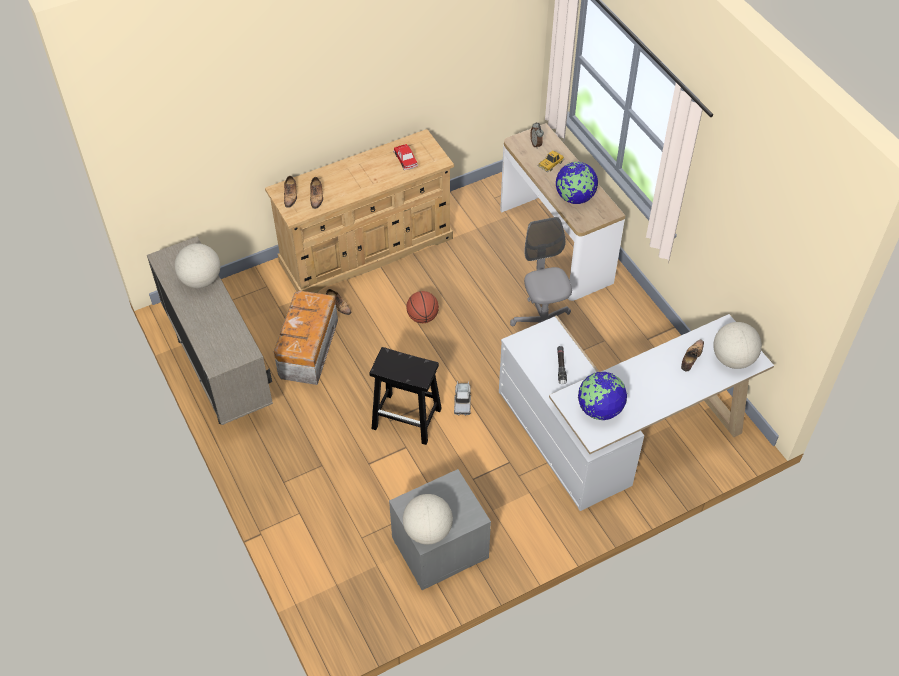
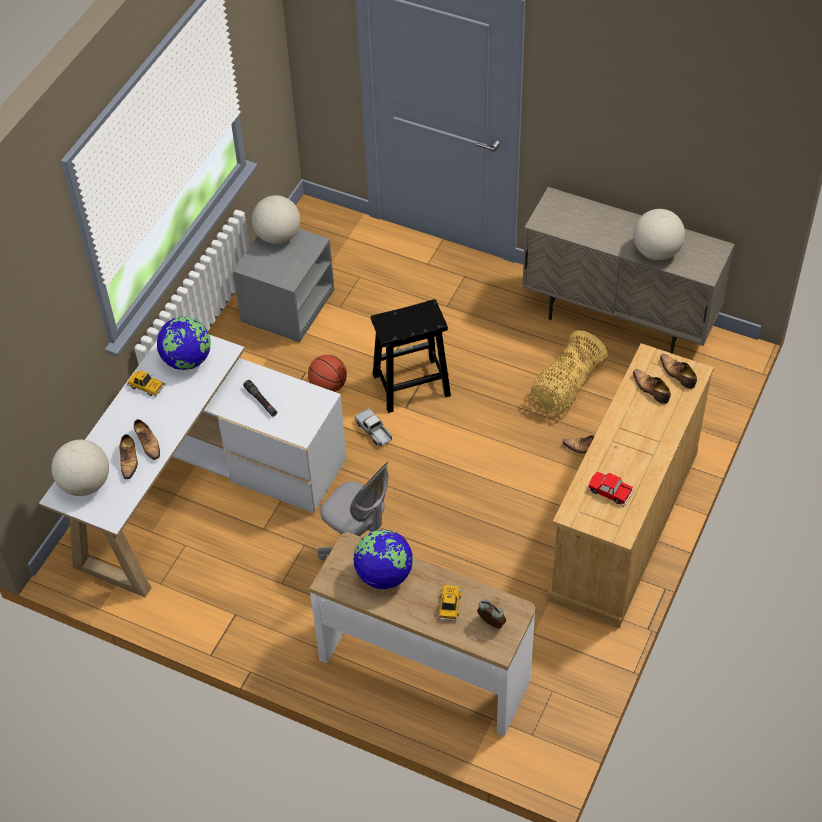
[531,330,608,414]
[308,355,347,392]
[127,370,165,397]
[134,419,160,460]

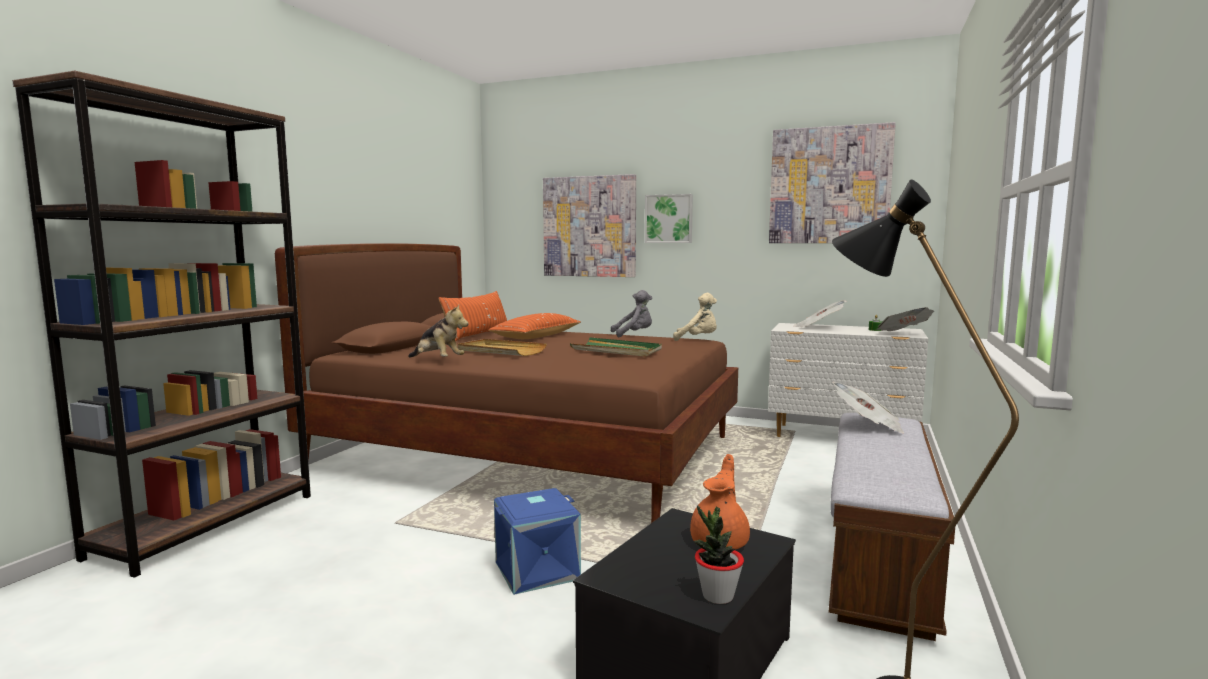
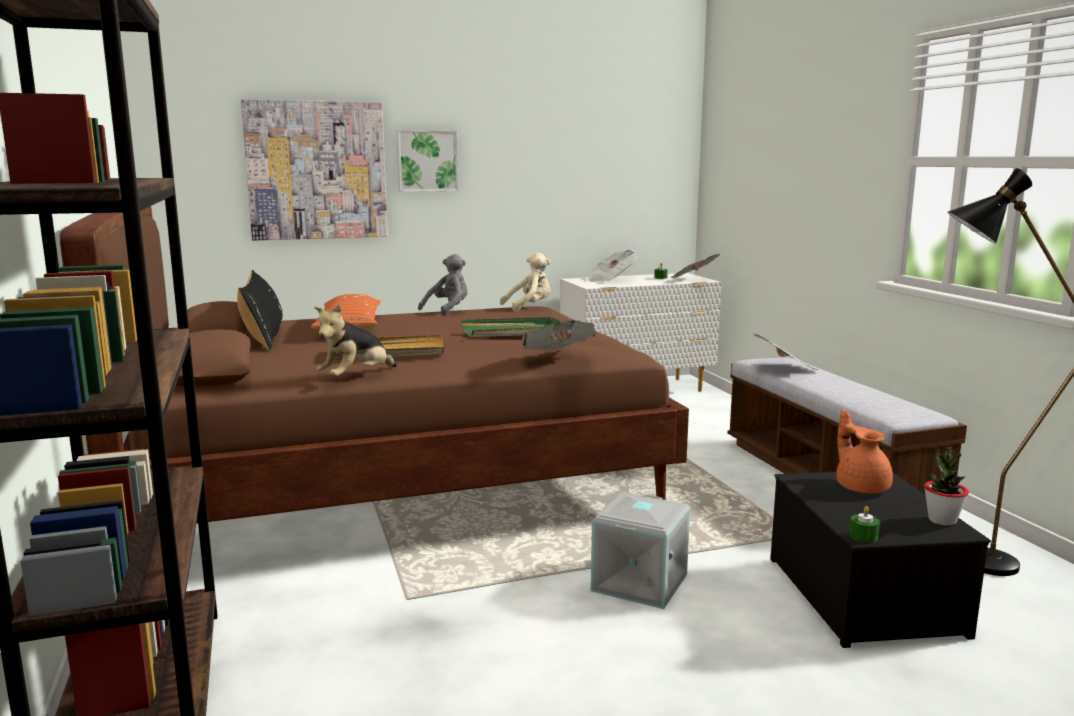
[769,122,896,243] (first image)
[237,270,283,351]
[314,304,397,376]
[591,492,690,609]
[522,320,596,350]
[849,506,880,543]

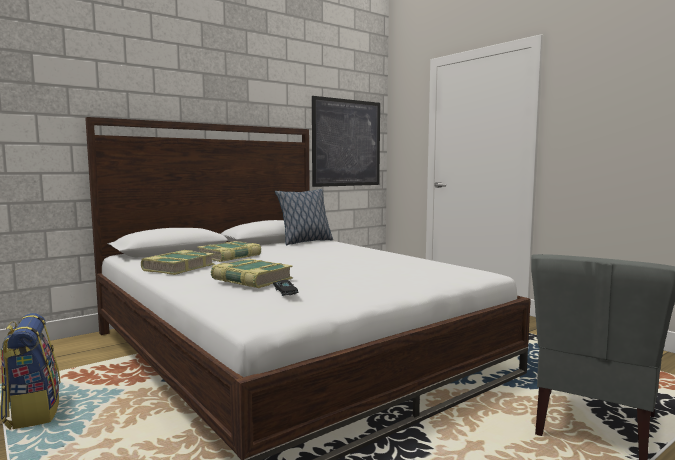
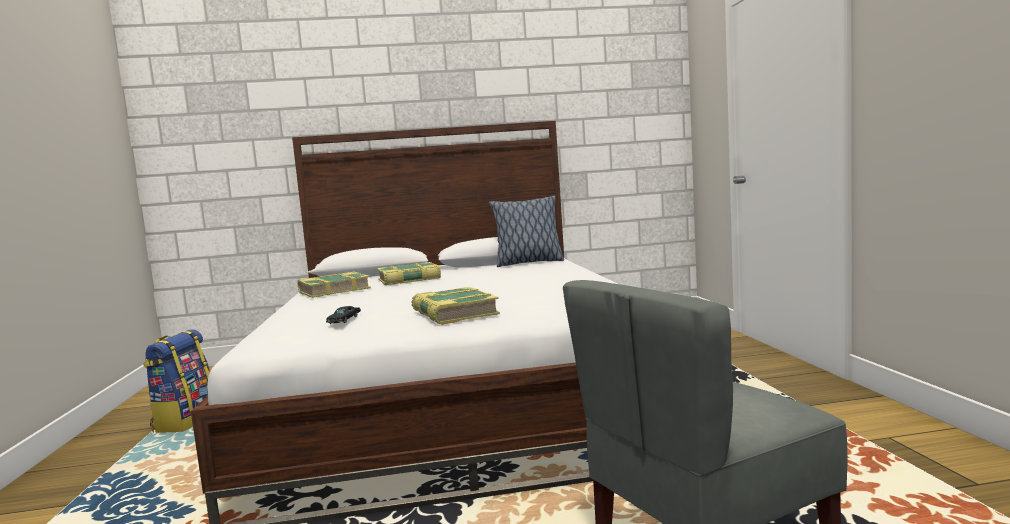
[312,96,380,187] (first image)
[411,287,500,325]

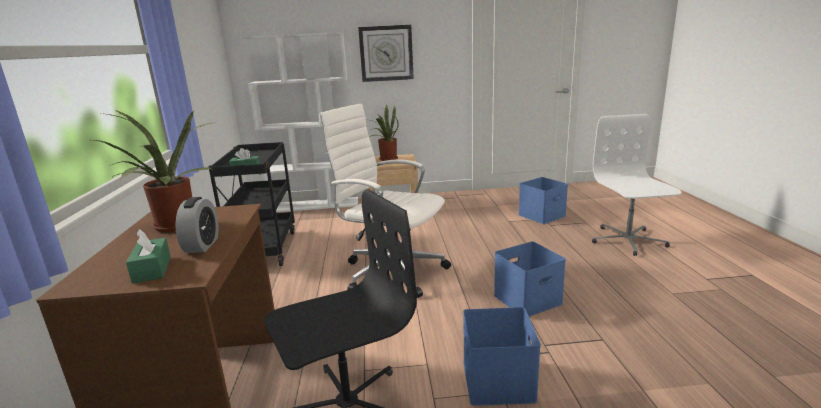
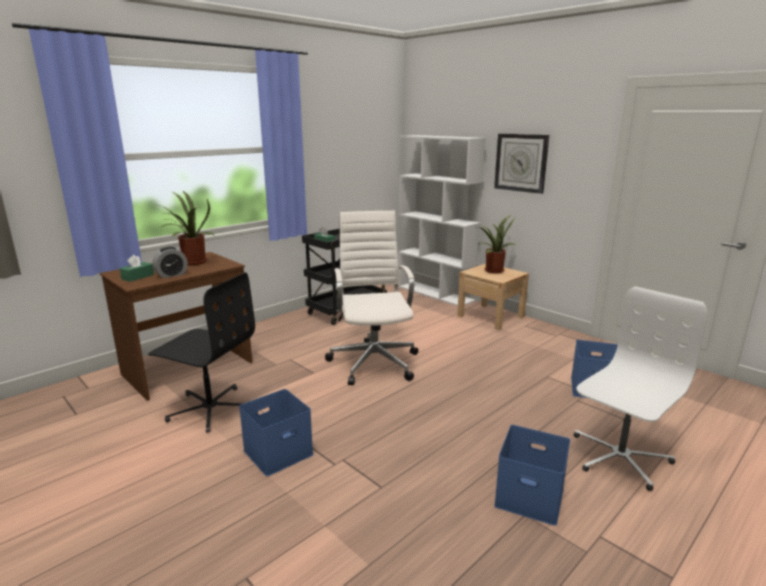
[494,425,570,526]

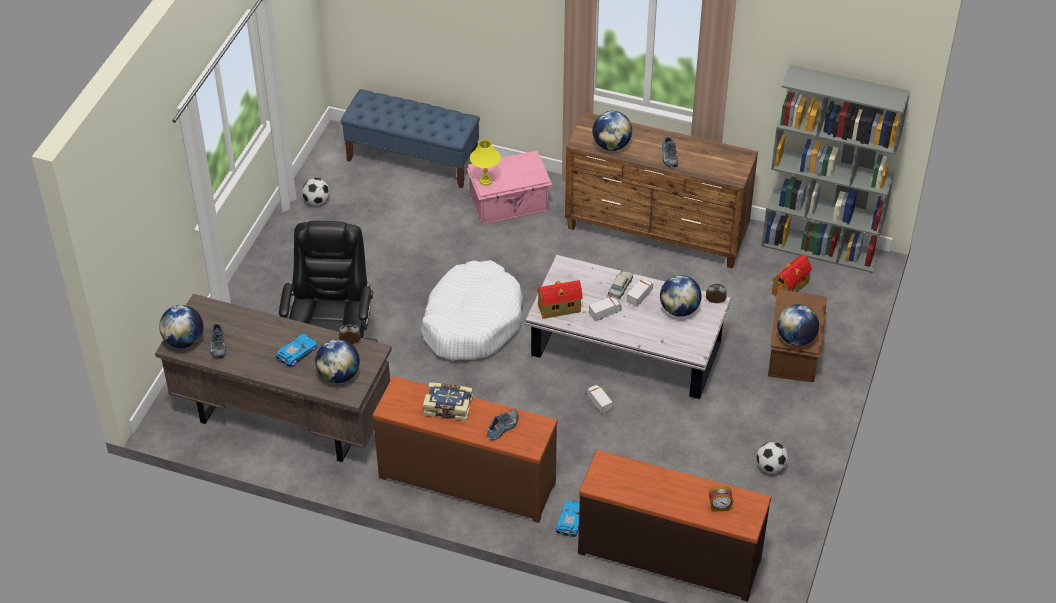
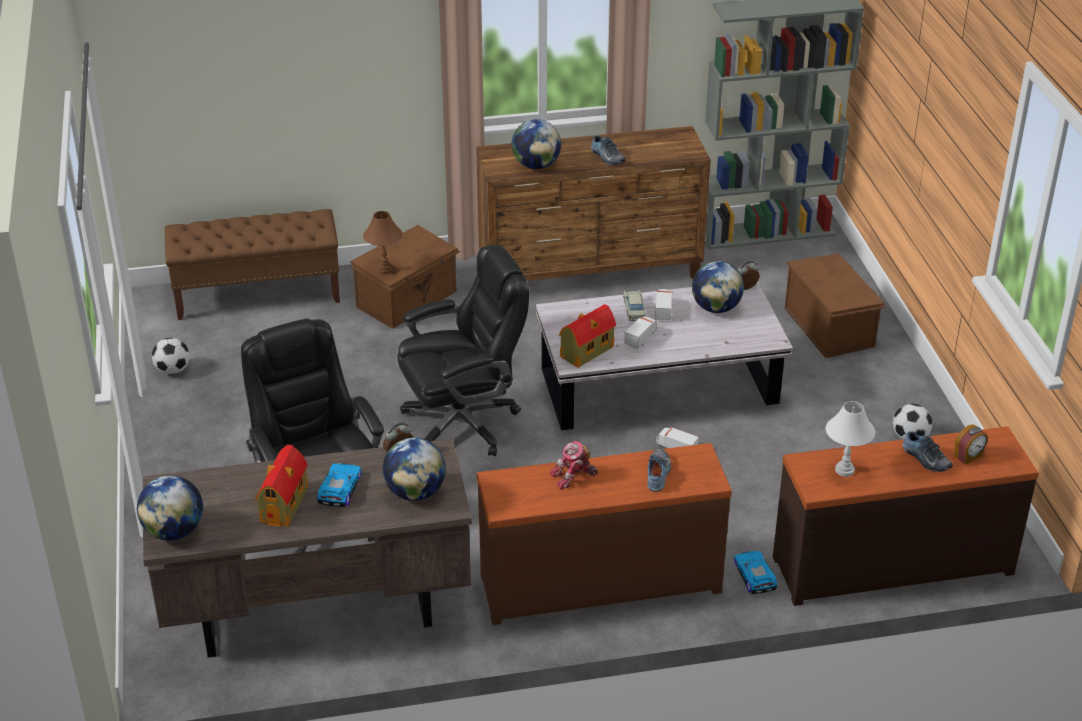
[165,209,340,320]
[363,211,403,274]
[350,225,460,329]
[256,445,308,527]
[397,244,529,456]
[777,304,819,346] (first image)
[902,431,953,472]
[550,441,598,490]
[826,401,875,477]

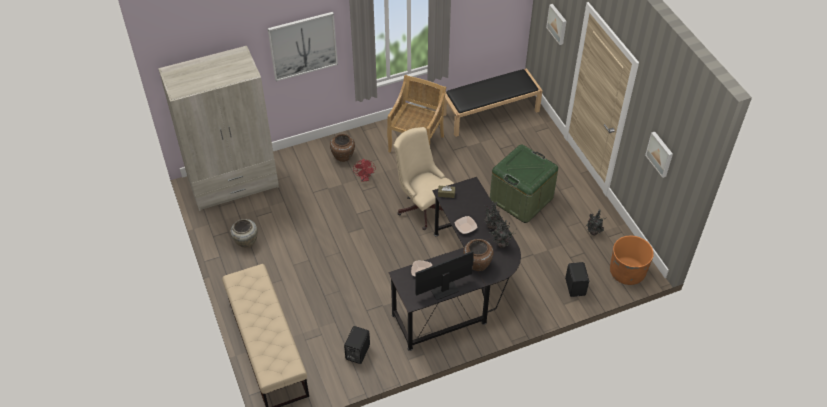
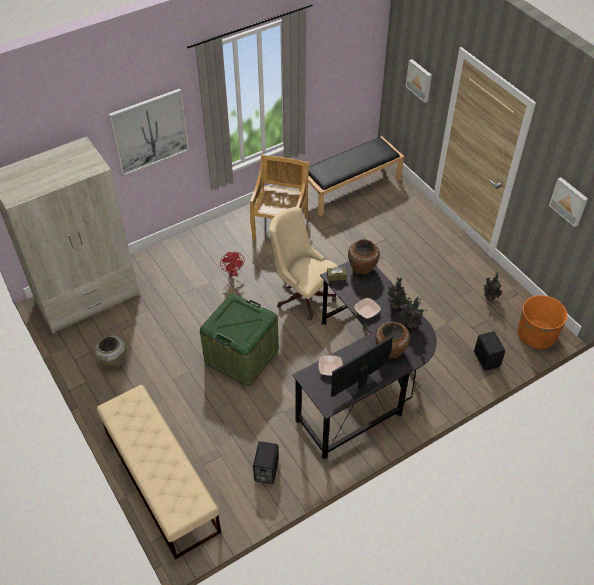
[348,240,380,275]
[200,293,279,386]

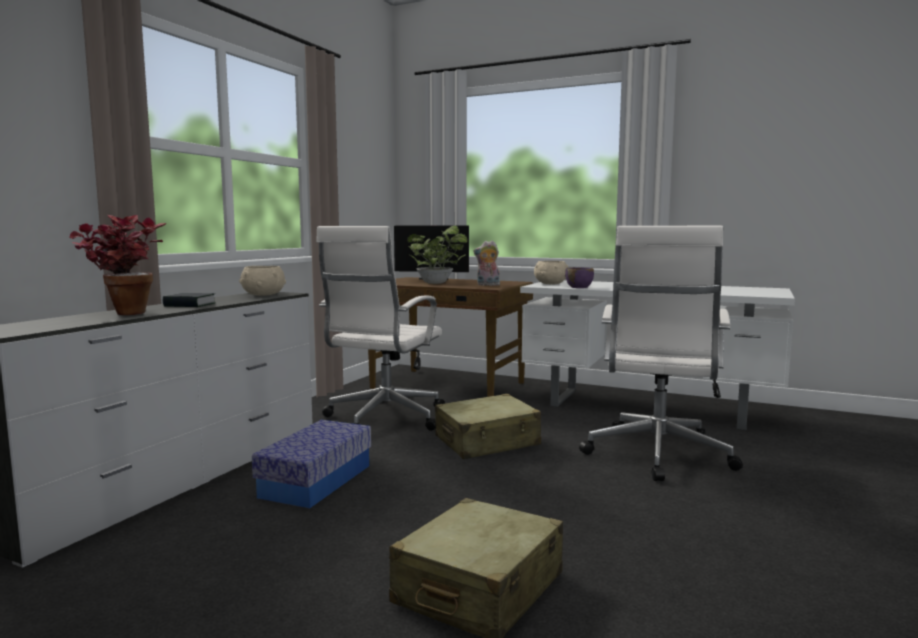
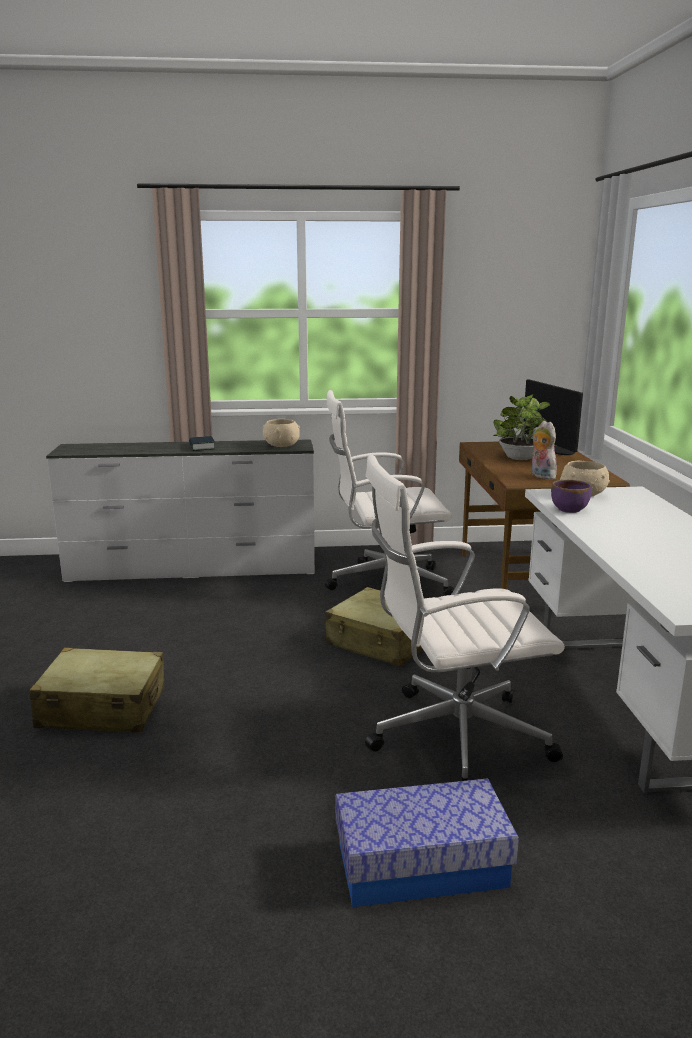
[69,215,167,315] (first image)
[336,778,519,907]

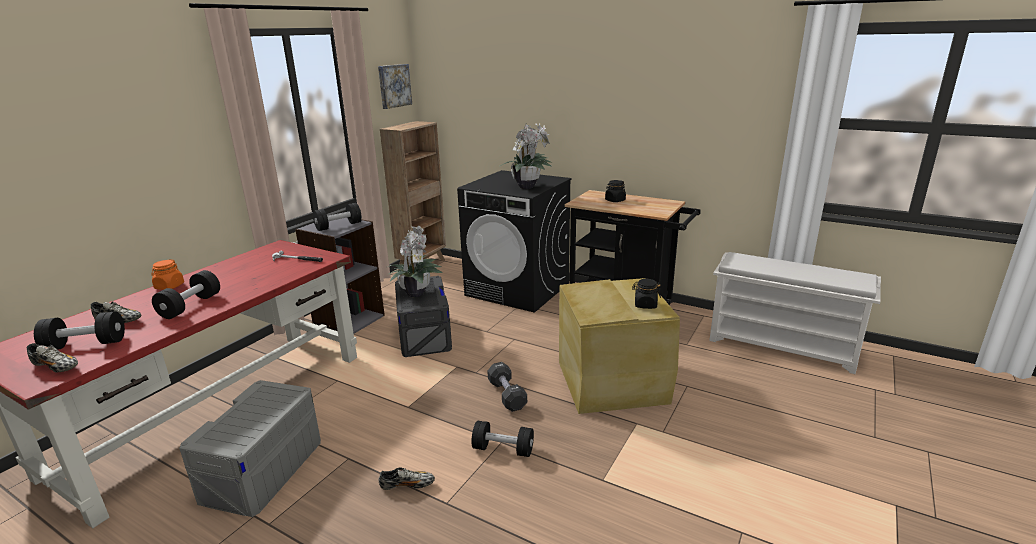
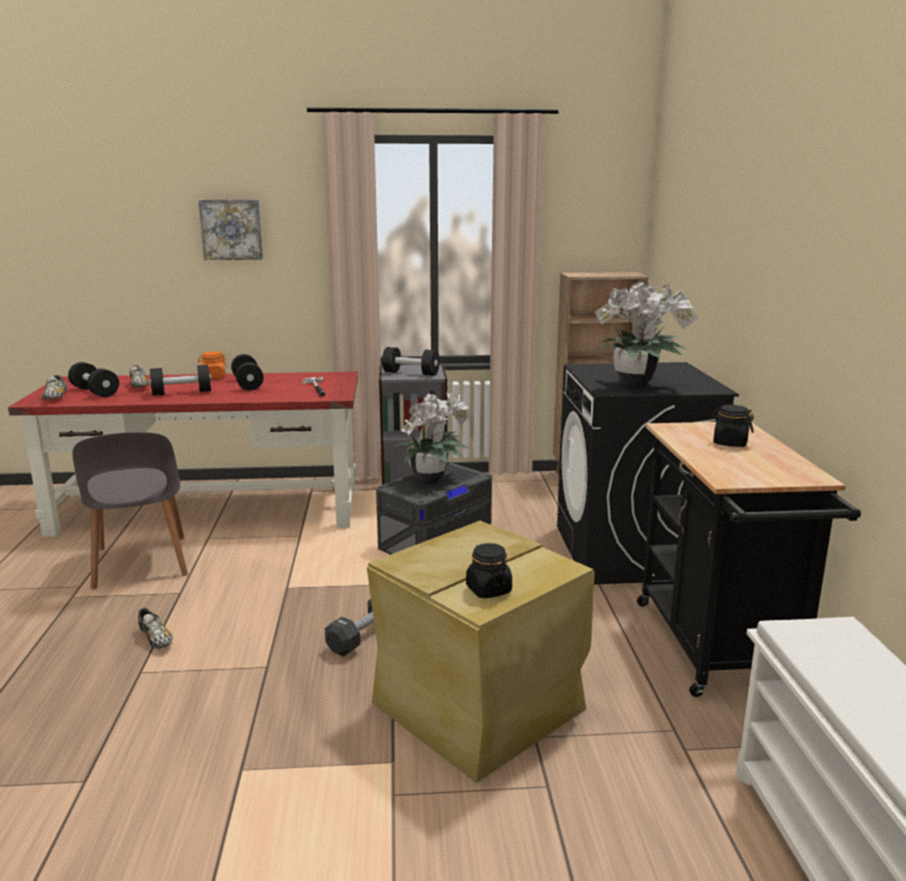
[198,200,263,260]
[72,432,188,589]
[231,354,264,390]

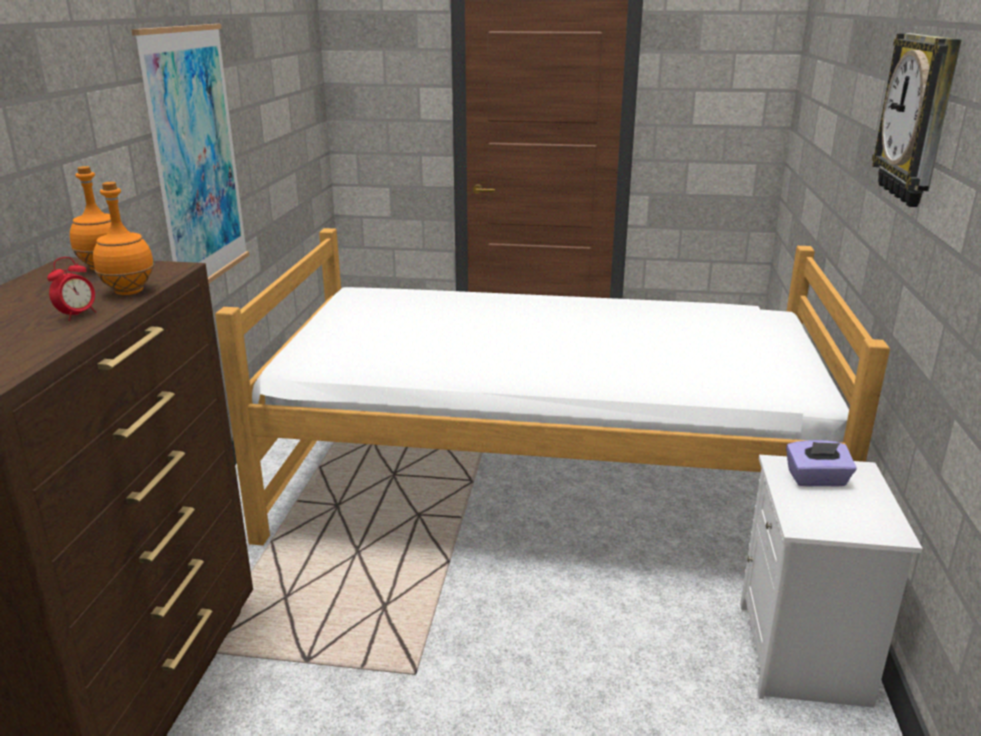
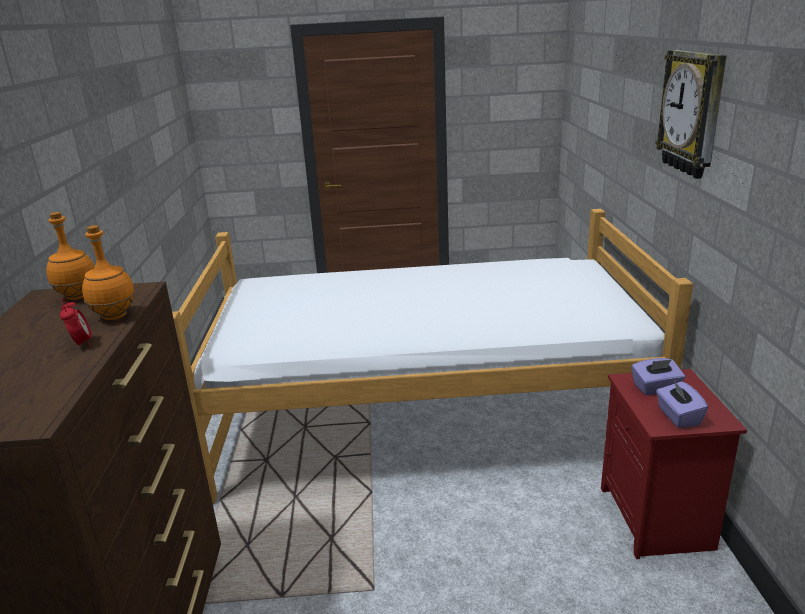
[131,24,249,283] (first image)
[60,298,92,347]
[601,369,747,559]
[656,381,708,428]

